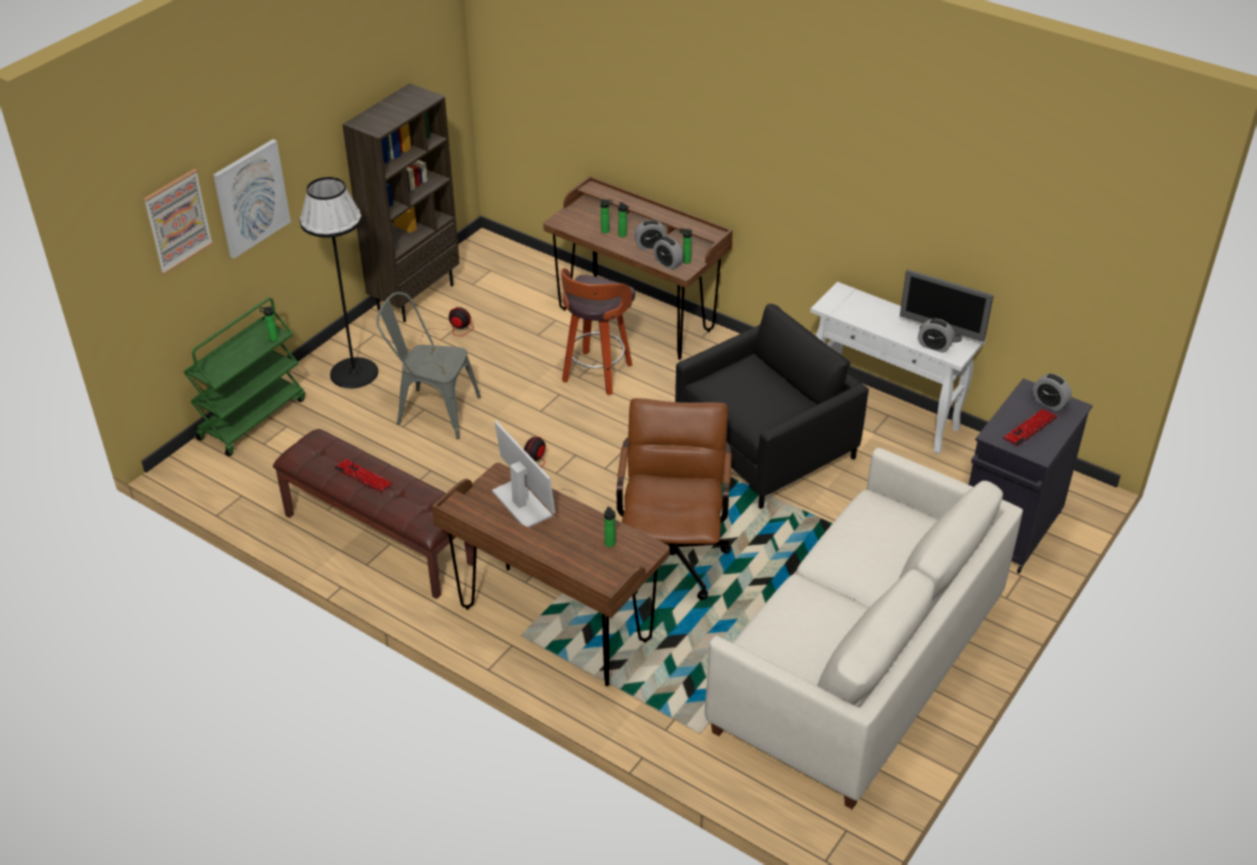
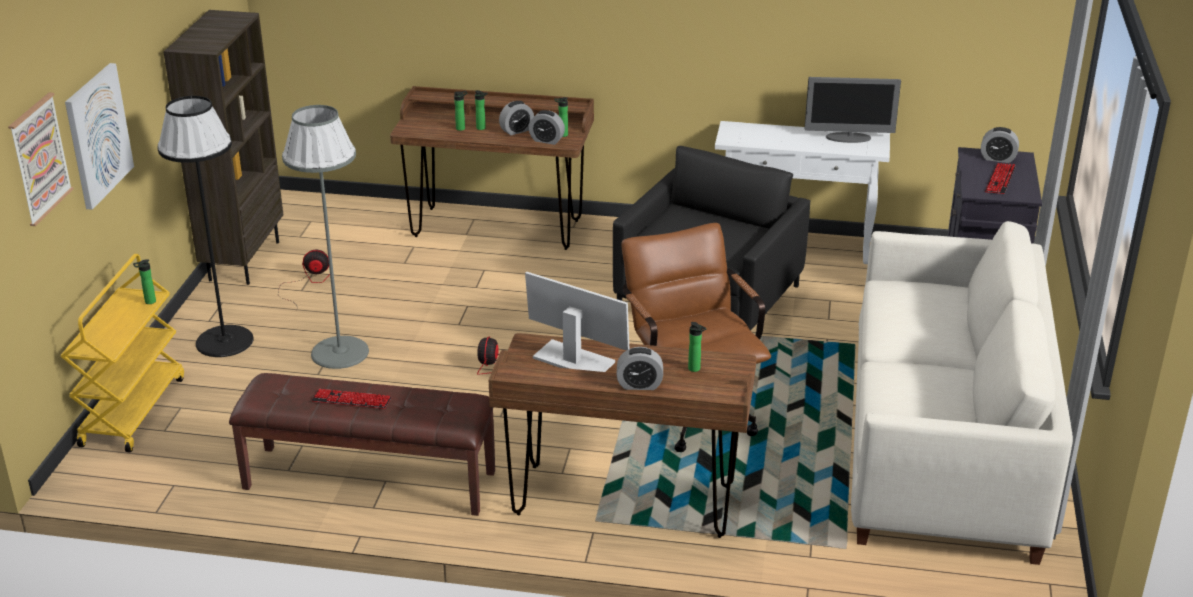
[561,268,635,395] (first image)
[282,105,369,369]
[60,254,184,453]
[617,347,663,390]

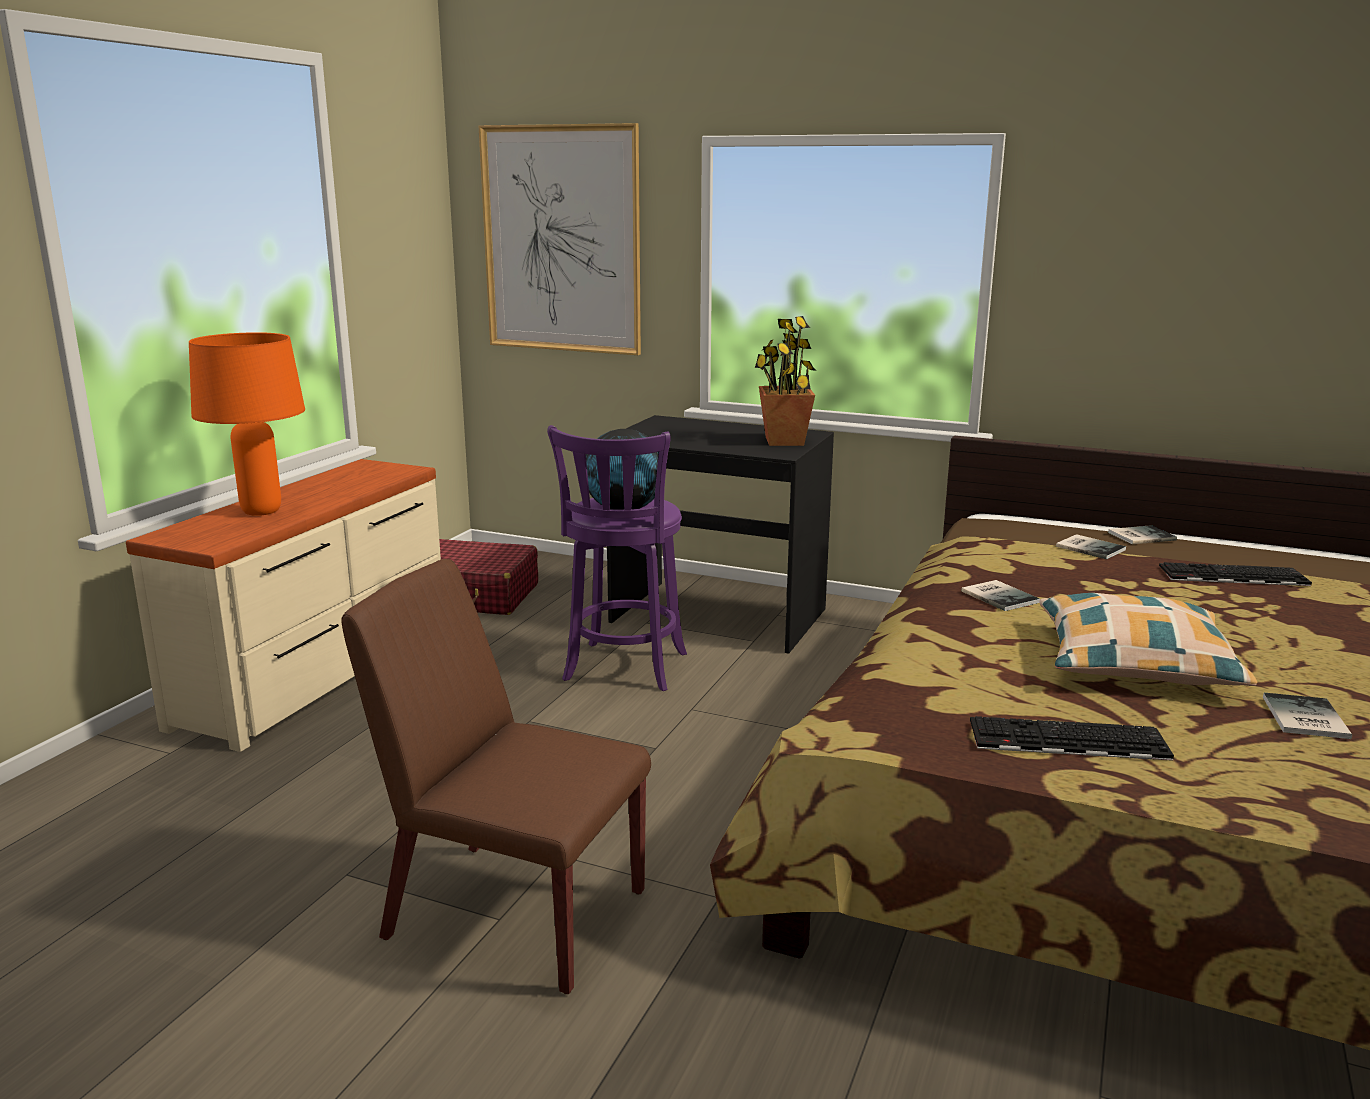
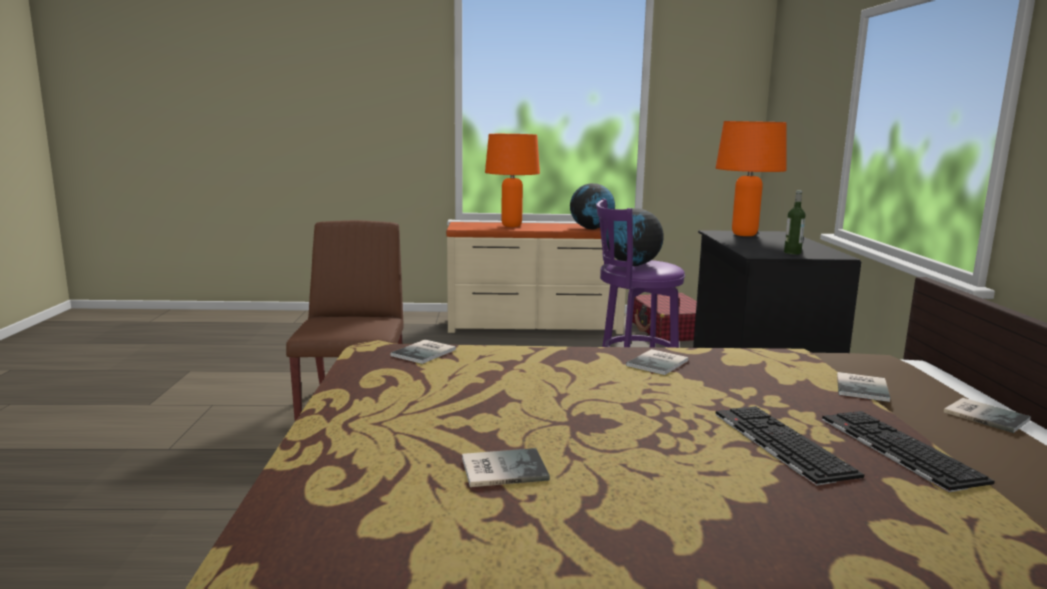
[478,123,641,355] (first image)
[784,190,806,255]
[1039,593,1257,686] (first image)
[715,406,864,486]
[716,121,787,236]
[570,183,615,229]
[390,340,456,364]

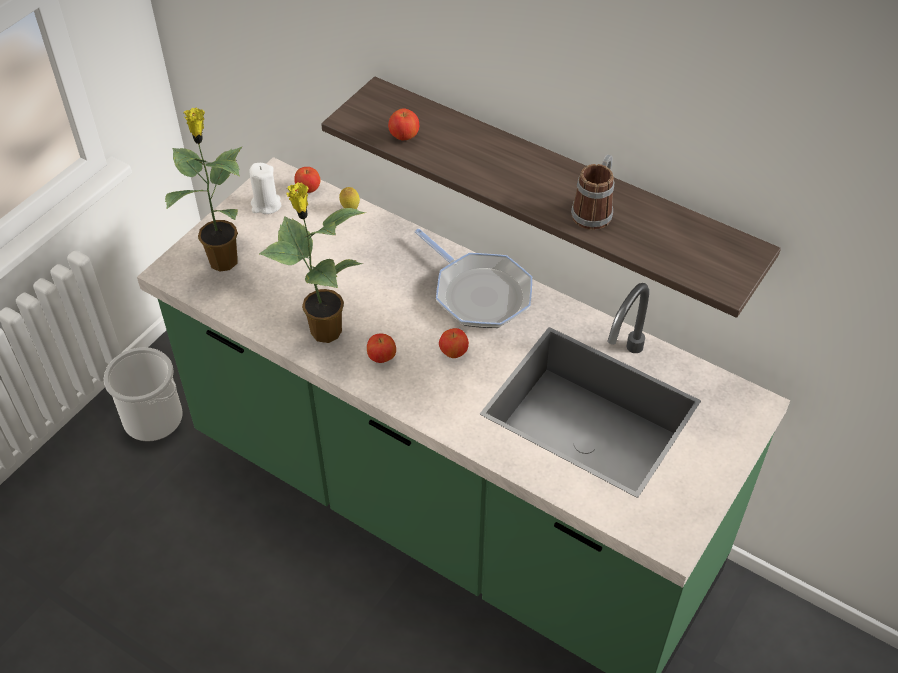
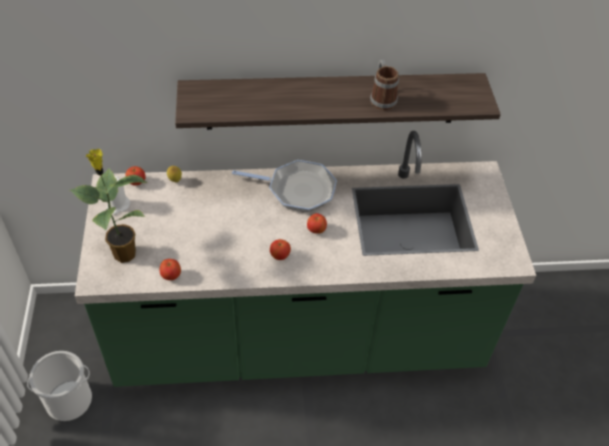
[160,259,181,280]
[259,182,367,343] (first image)

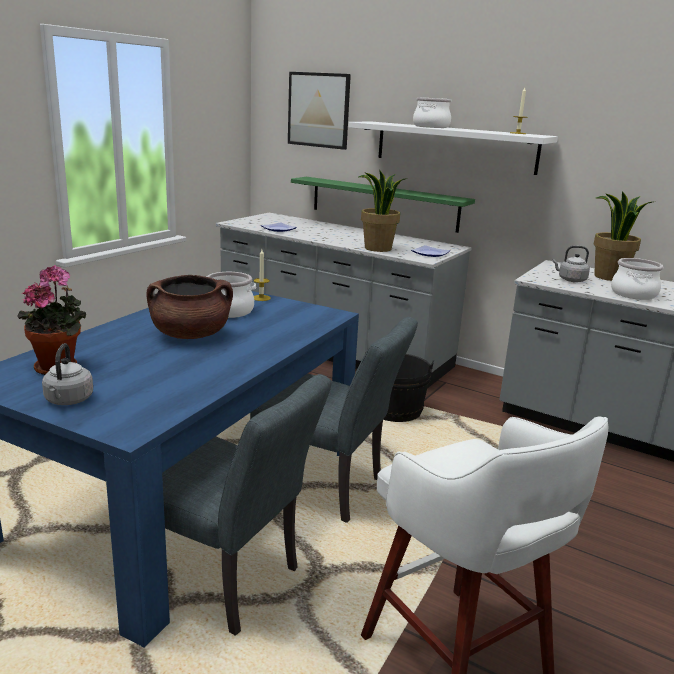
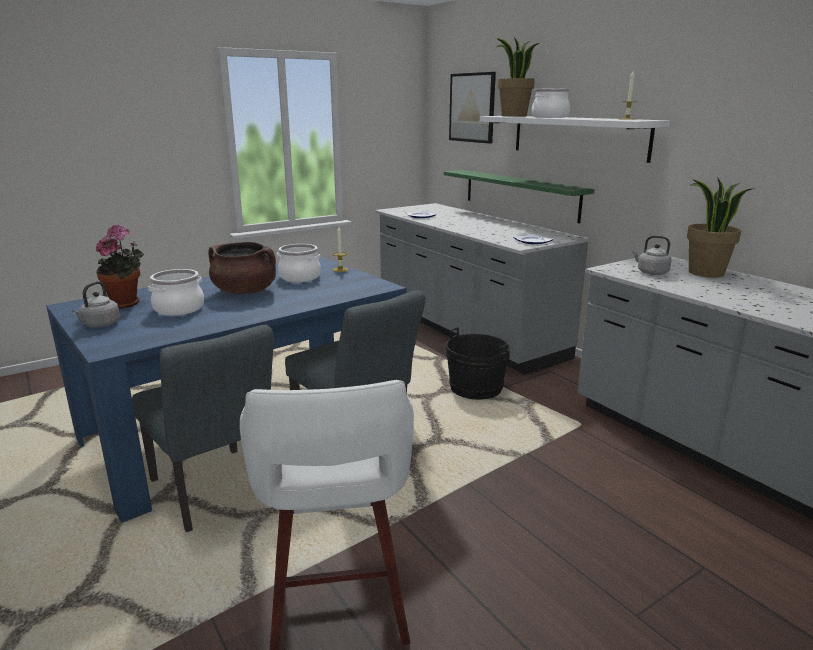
[495,37,539,117]
[148,269,204,316]

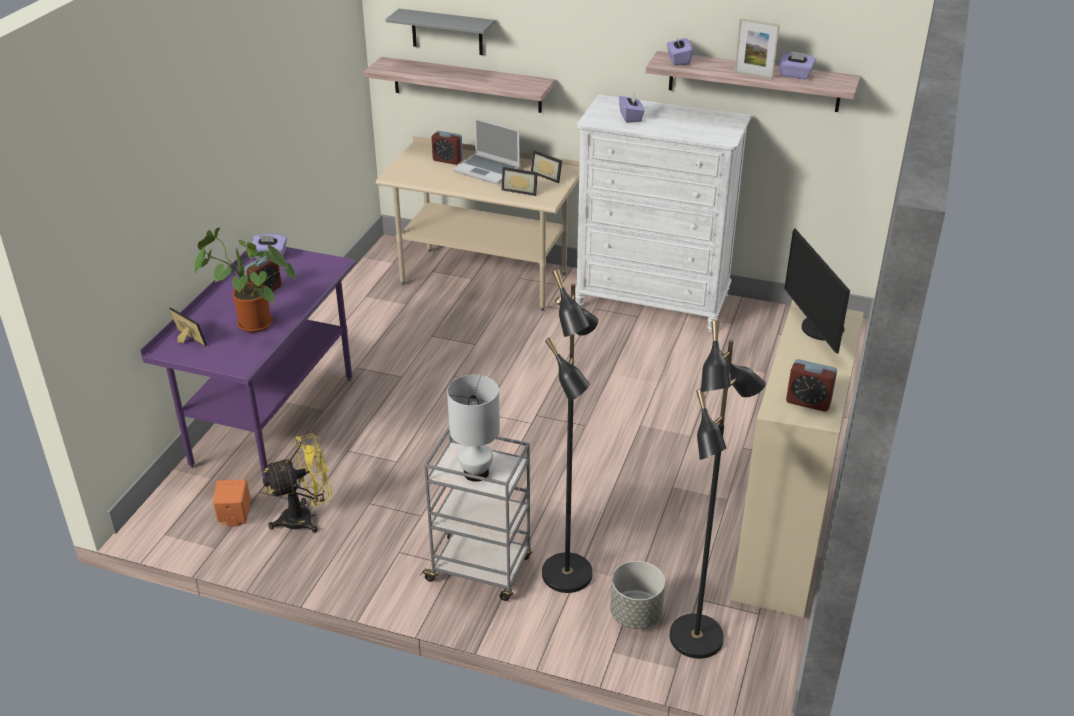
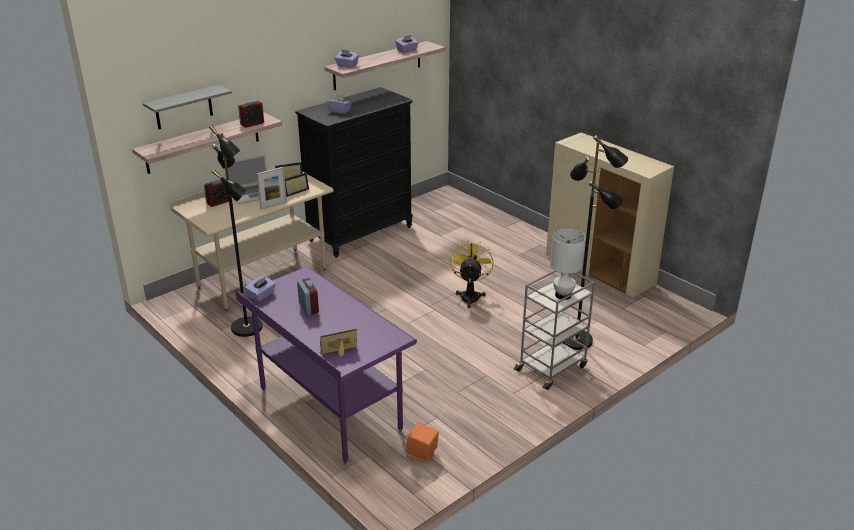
[257,167,287,209]
[295,87,413,258]
[194,228,296,333] (first image)
[784,228,850,354] (first image)
[209,125,263,337]
[238,100,264,128]
[450,240,494,308]
[610,561,665,629] (first image)

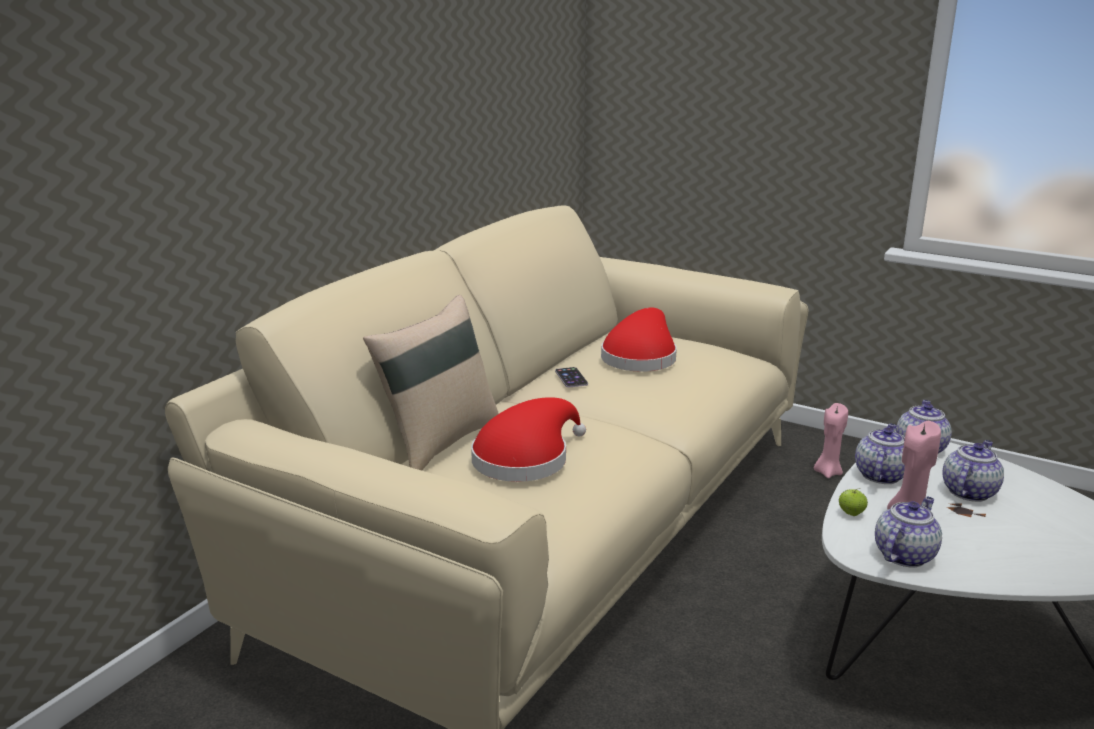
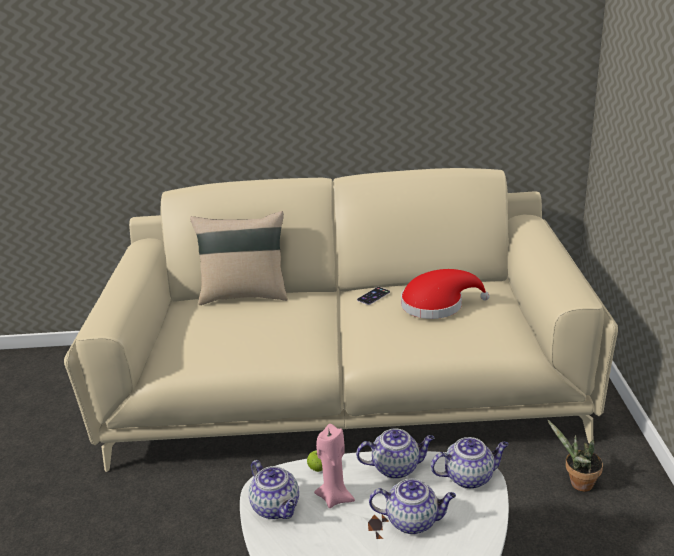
[471,397,586,482] (first image)
[547,419,603,492]
[249,460,299,519]

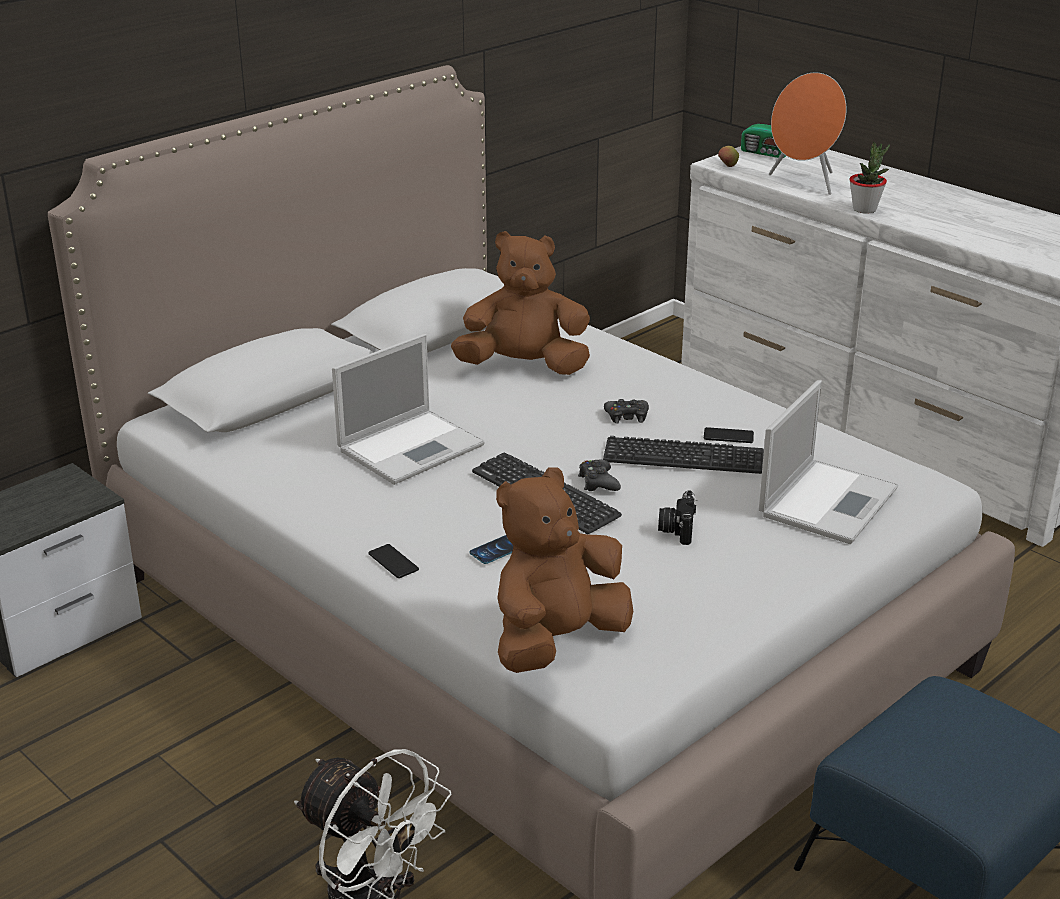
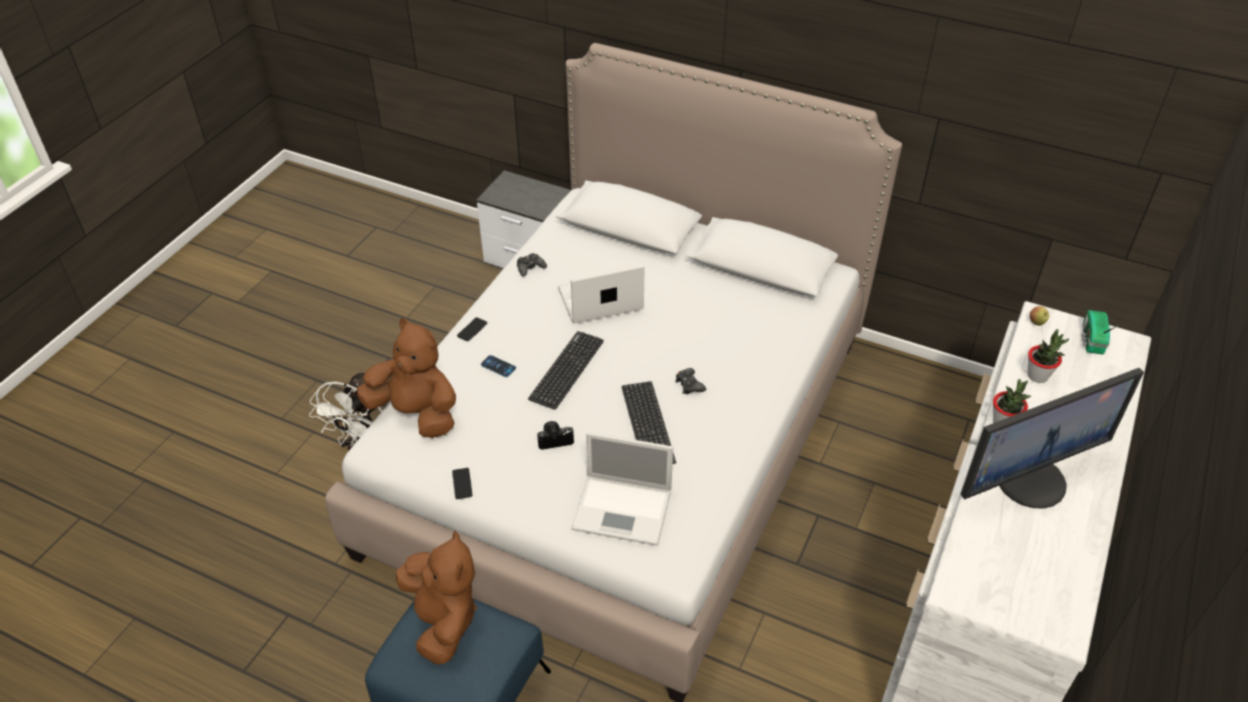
[1028,329,1069,383]
[396,530,477,664]
[558,264,645,324]
[452,468,472,499]
[517,253,547,277]
[960,368,1144,509]

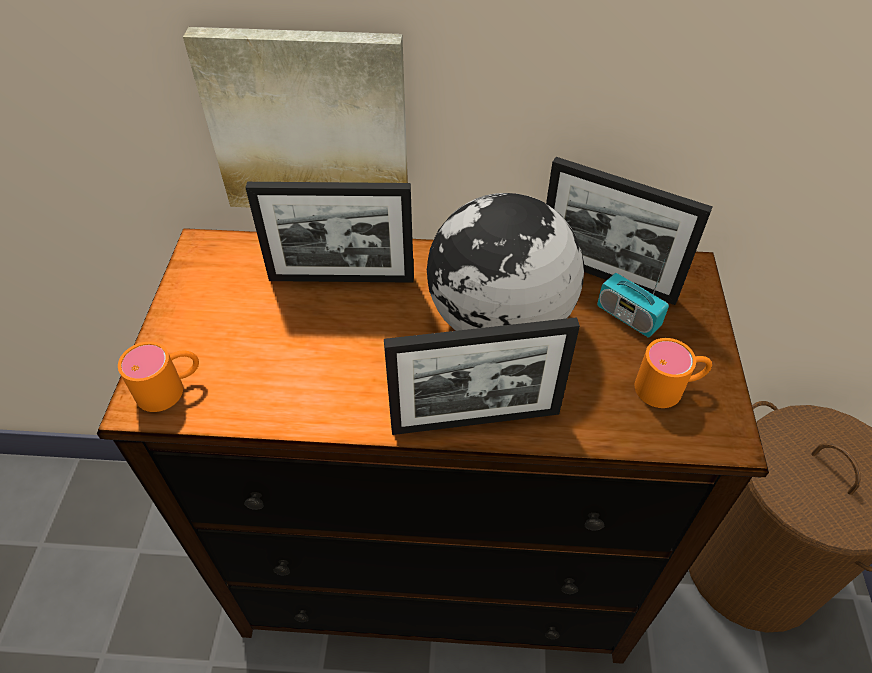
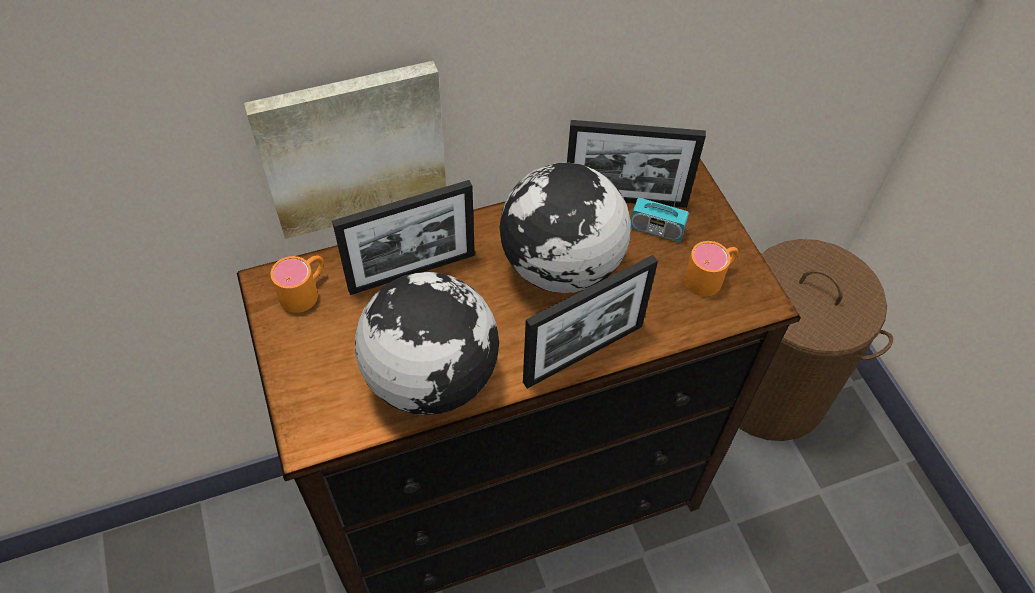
[271,255,324,313]
[355,272,499,415]

